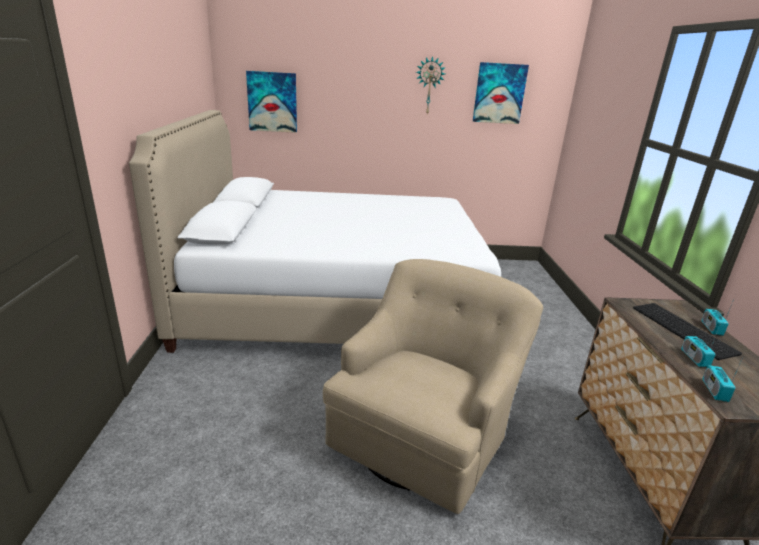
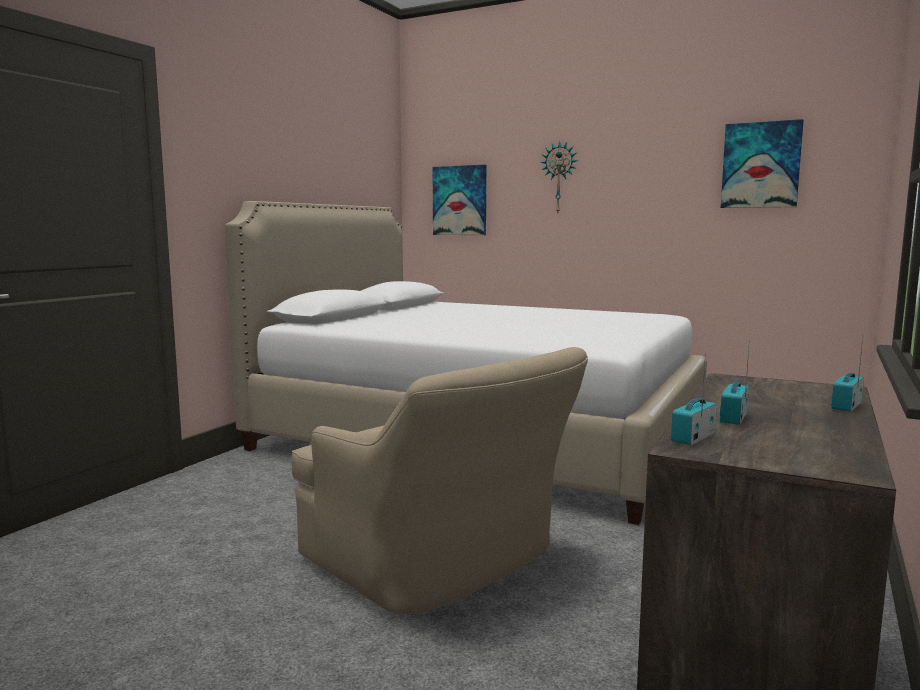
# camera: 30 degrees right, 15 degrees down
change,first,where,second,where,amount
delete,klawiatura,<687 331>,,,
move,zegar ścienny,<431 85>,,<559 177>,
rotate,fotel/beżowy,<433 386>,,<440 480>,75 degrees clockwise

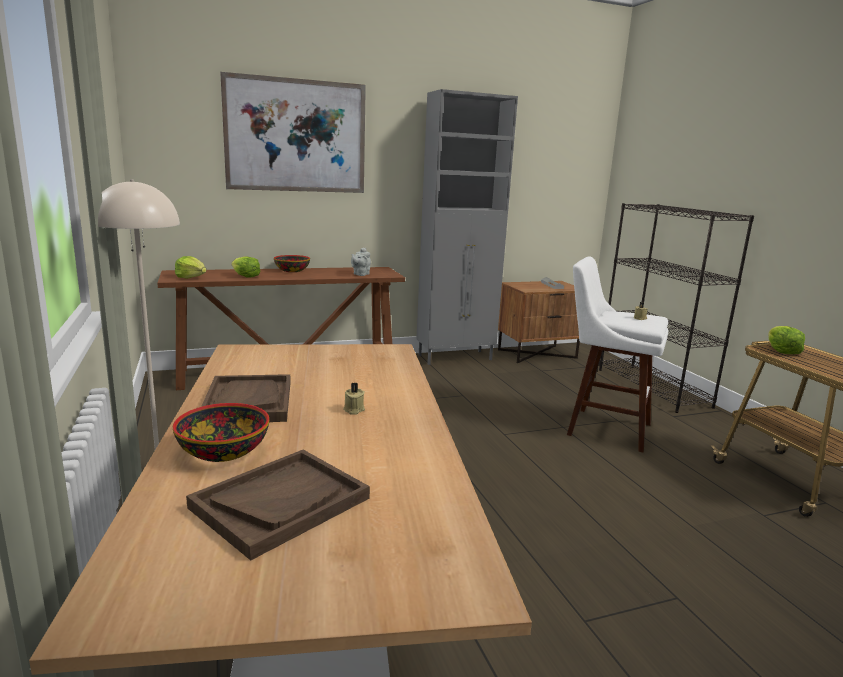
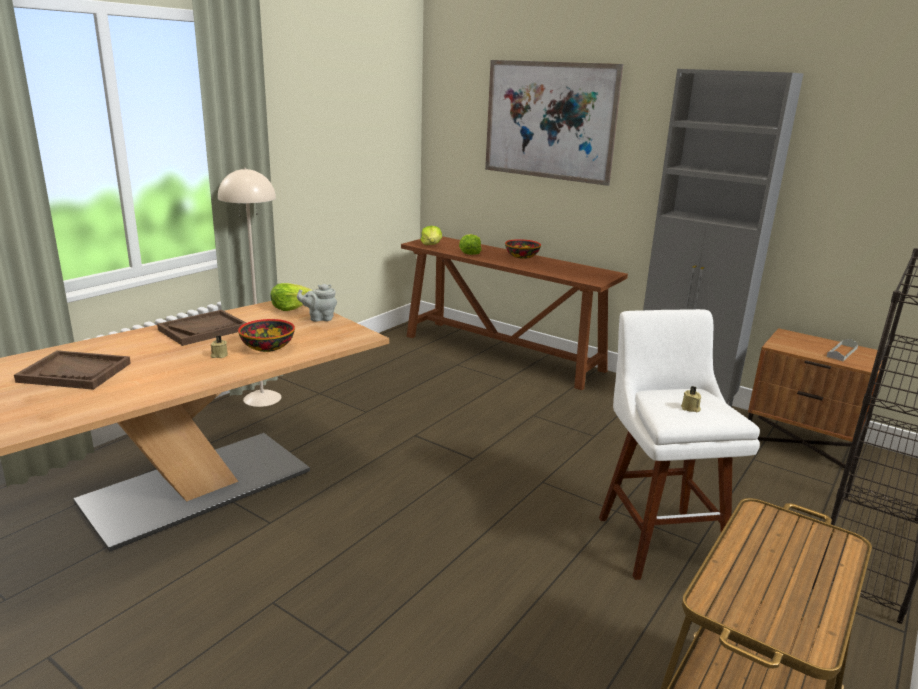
# camera: 55 degrees right, 5 degrees up
change,first,where,second,where,amount
move,miska,<221 432>,,<266 335>,
move,imbryk/szary,<361 262>,,<317 303>,
move,sałata,<786 340>,,<291 297>,

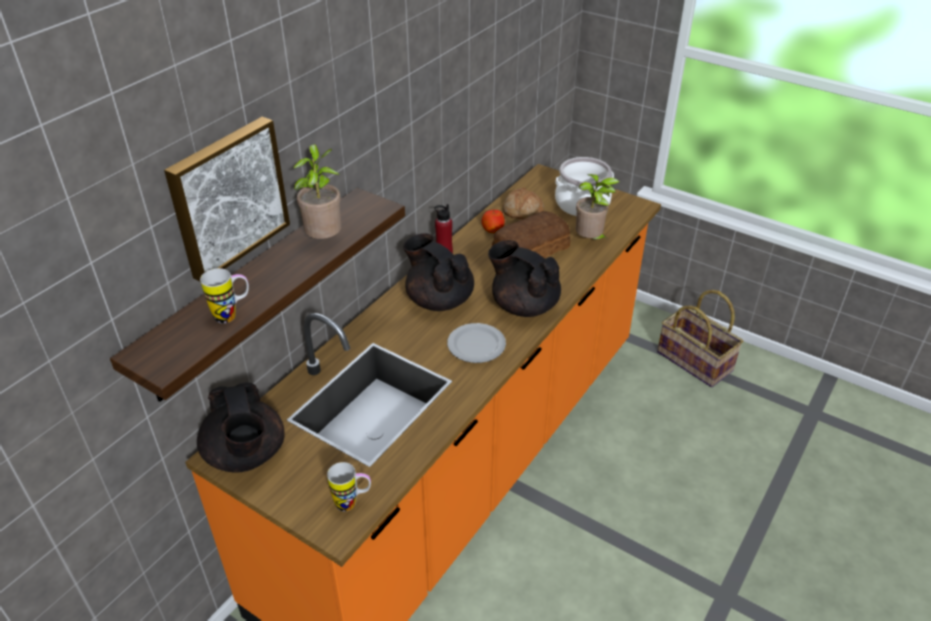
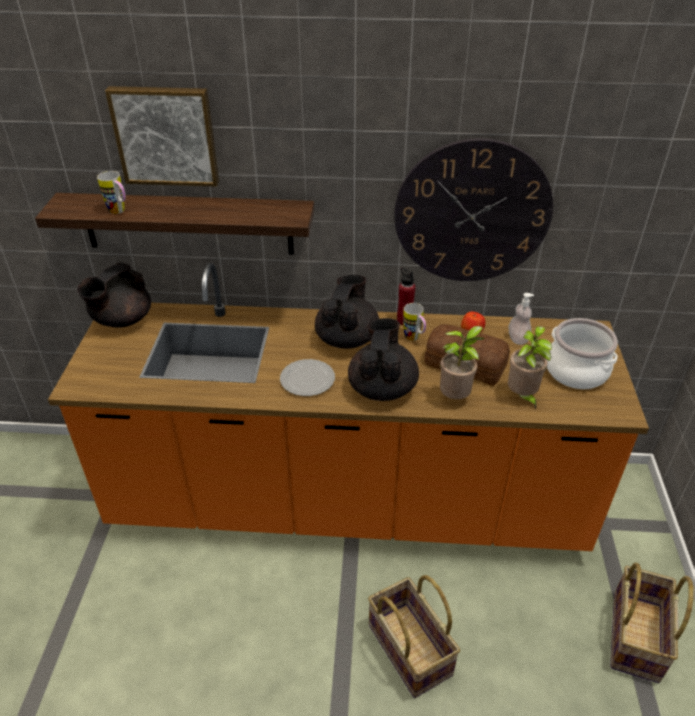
# camera: 60 degrees right, 0 degrees up
change,first,where,second,where,amount
insert,,,koszyk,<414 636>,
insert,,,zegar ścienny,<473 209>,
move,roślina doniczkowa,<316 191>,,<462 362>,
move,kubek,<349 487>,,<414 322>,
replace,chleb,<523 203>,dozownik mydła,<521 319>,

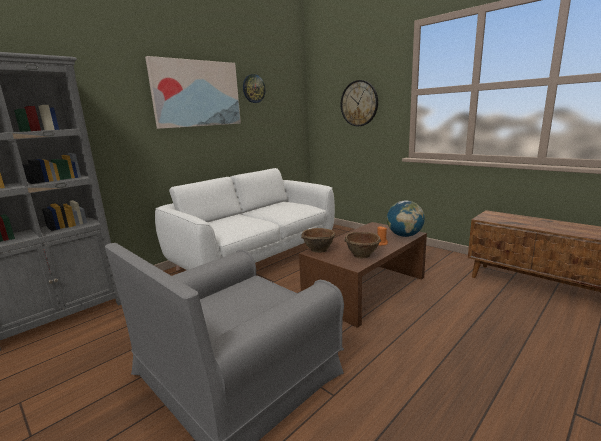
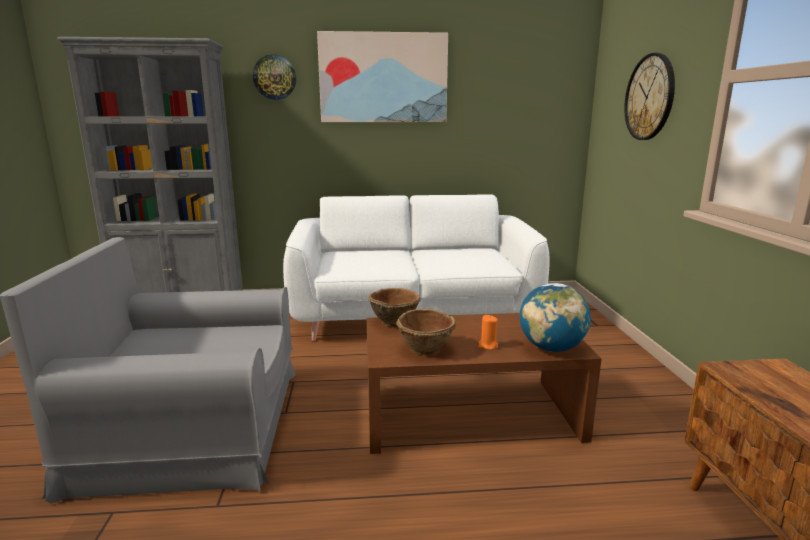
# camera: 40 degrees right, 0 degrees up
change,first,where,second,where,amount
move,zegar ścienny,<254 88>,,<274 77>,

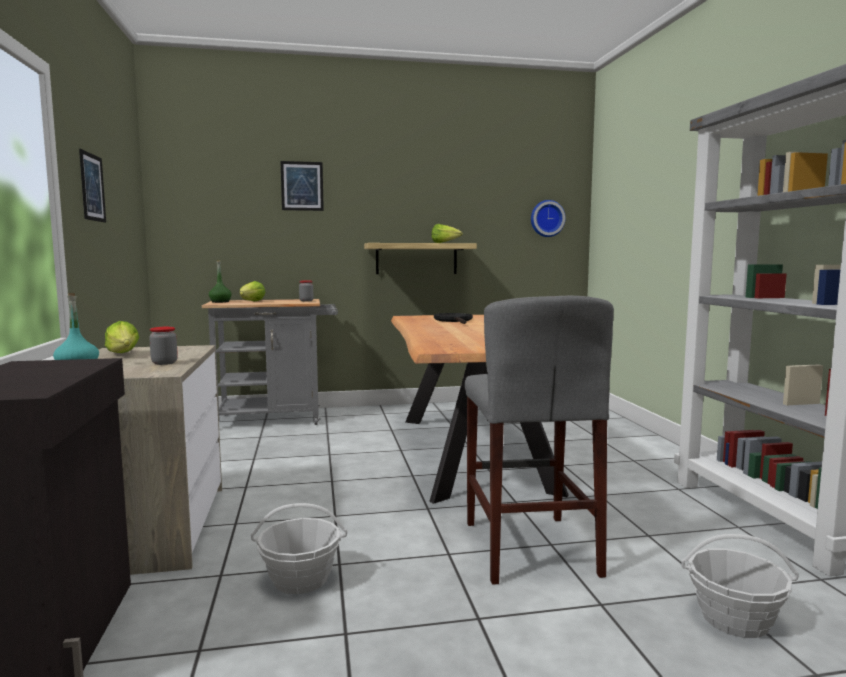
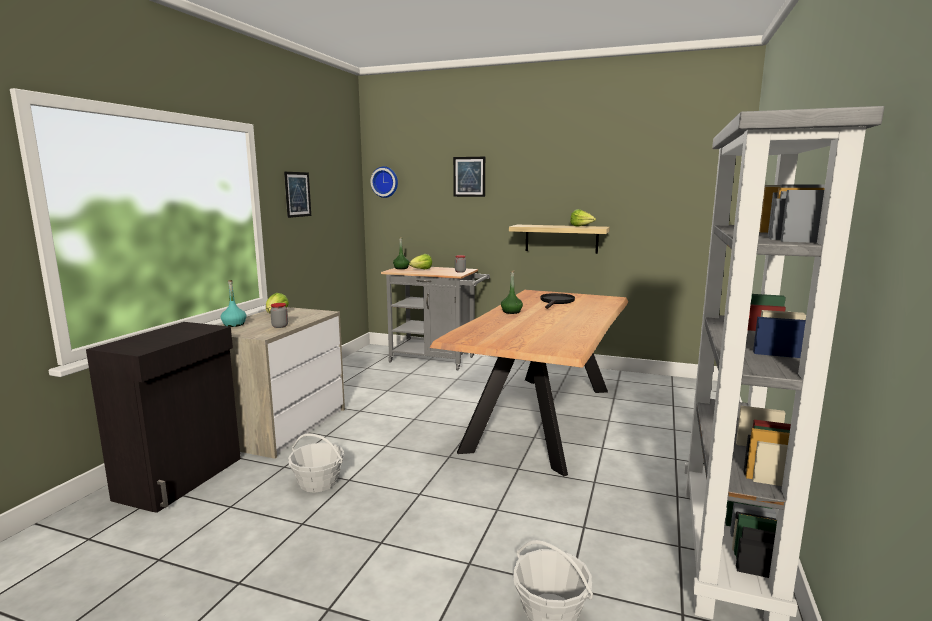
# camera: 30 degrees right, 5 degrees up
change,first,where,second,where,amount
delete,stołek/szary,<539 440>,,,
insert,,,butelka/zielony,<512 292>,
move,zegar ścienny,<548 218>,,<384 182>,

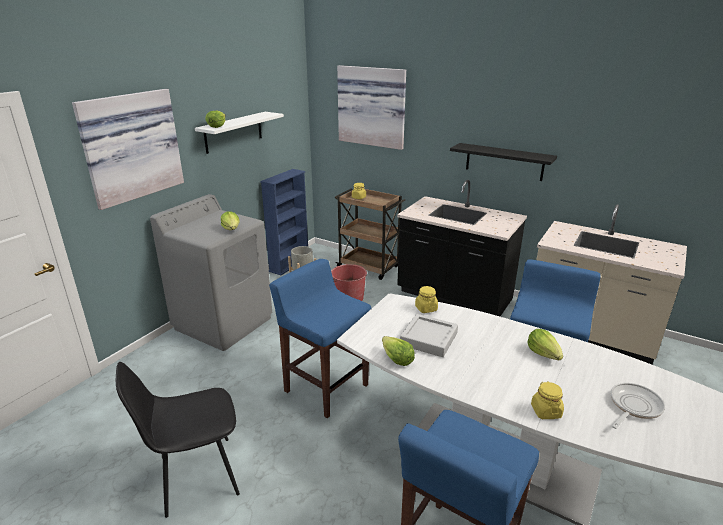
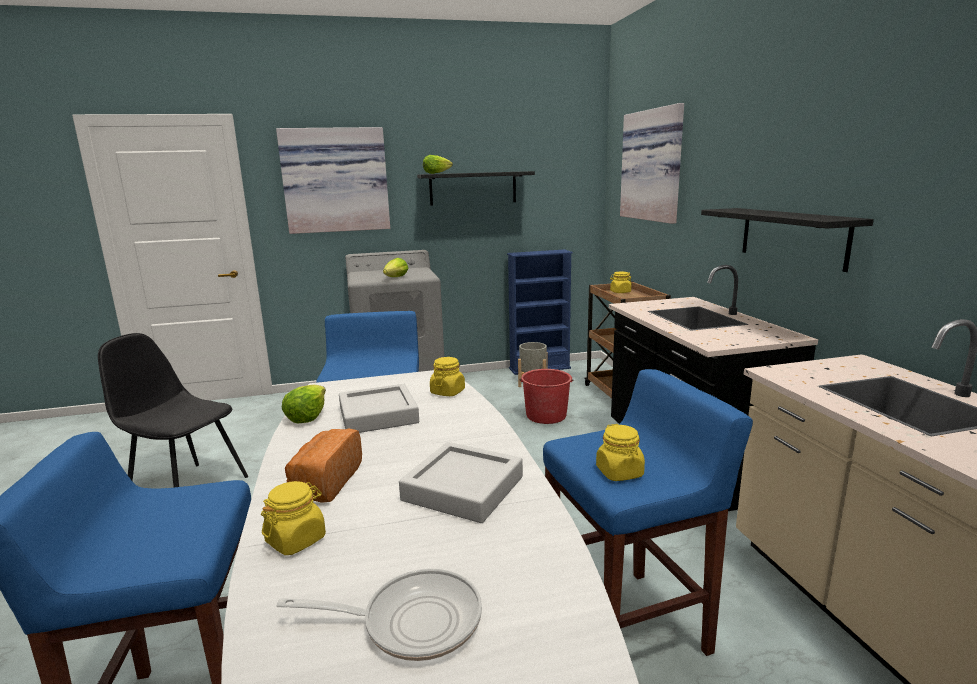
# camera: 45 degrees right, 10 degrees down
change,first,where,second,where,amount
insert,,,chleb,<323 466>,
insert,,,słoik/żółty,<620 452>,
replace,sałata,<545 344>,taca/szary,<461 482>,
recolor,półka/biały,<239 133>,półka/czarny,<476 188>,

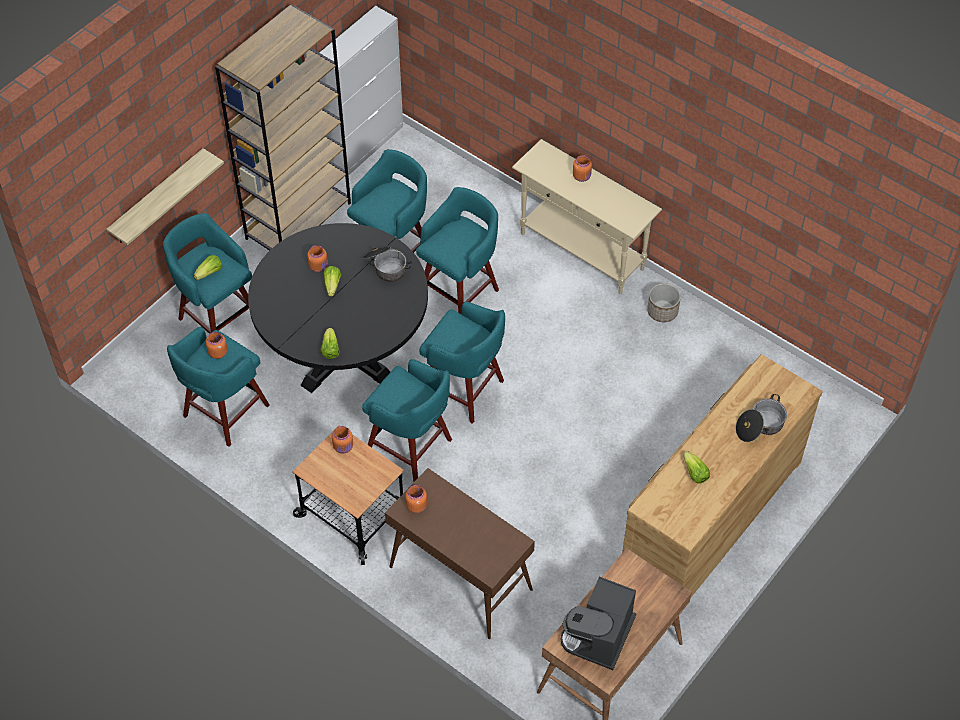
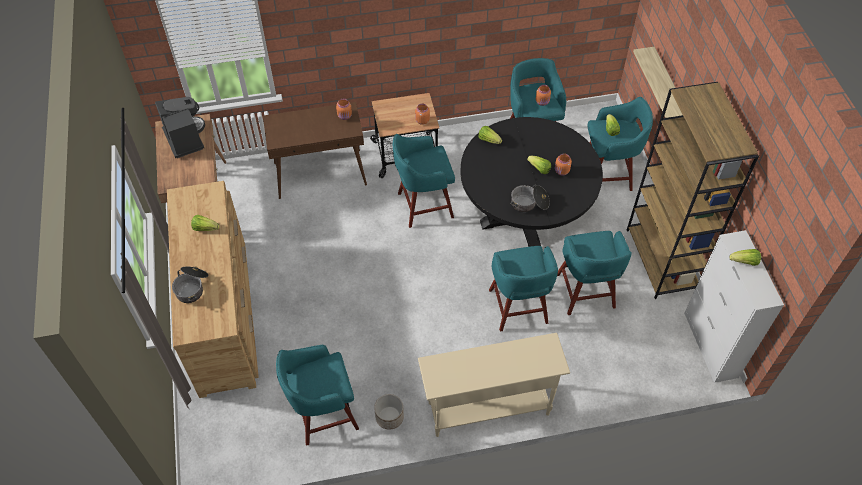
# camera: 130 degrees right, 0 degrees up
change,first,where,second,where,amount
delete,słoik/pomarańczowy,<582 168>,,,
insert,,,sałata,<745 257>,
move,stołek/turkusowy,<462 363>,,<317 395>,

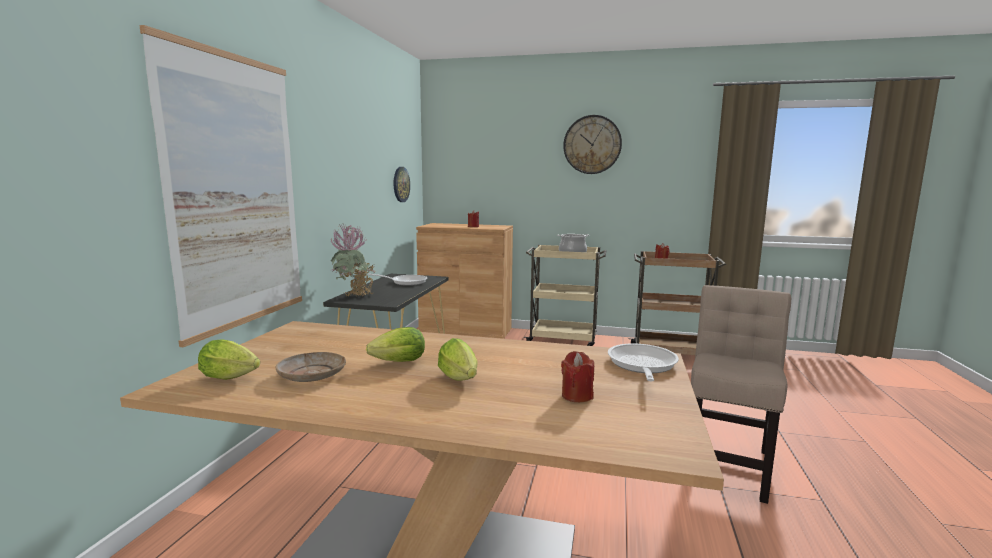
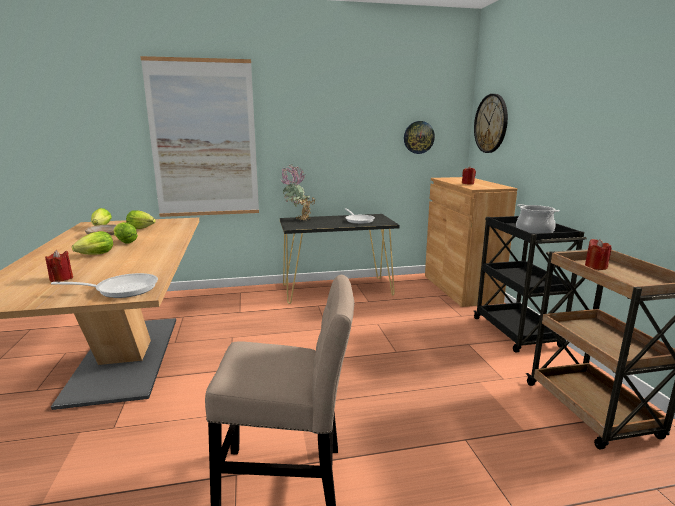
# camera: 65 degrees right, 5 degrees up
change,first,where,second,where,amount
insert,,,sałata,<141 219>,
move,zegar ścienny,<592 144>,,<491 123>,
recolor,wózek/beżowy,<565 295>,wózek/czarny,<530 284>,

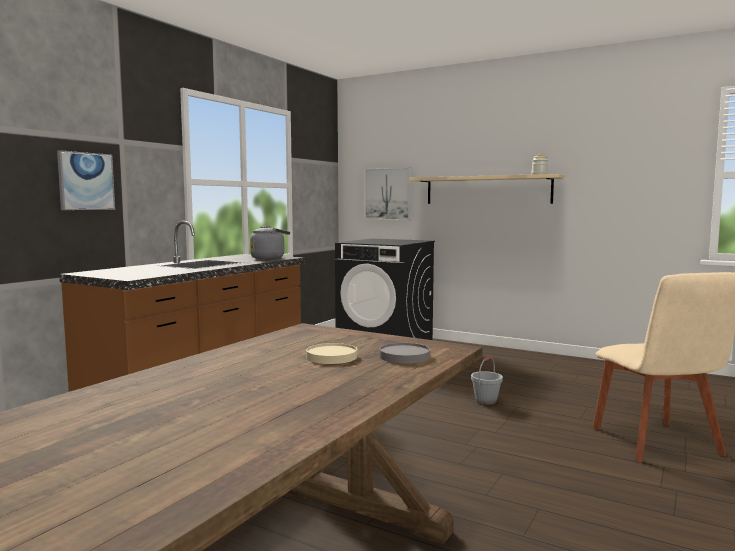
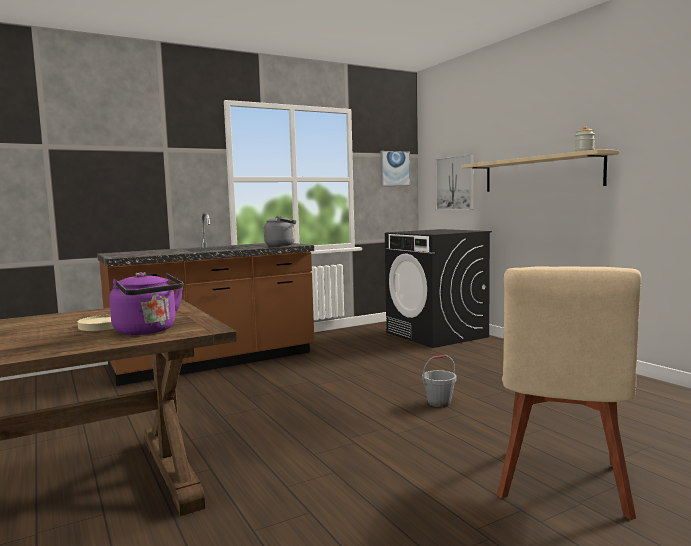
# camera: 30 degrees right, 0 degrees up
change,first,where,second,where,amount
move,obraz,<86 180>,,<395 168>,
replace,talerz/szary,<404 353>,czajnik/fioletowy,<146 303>,

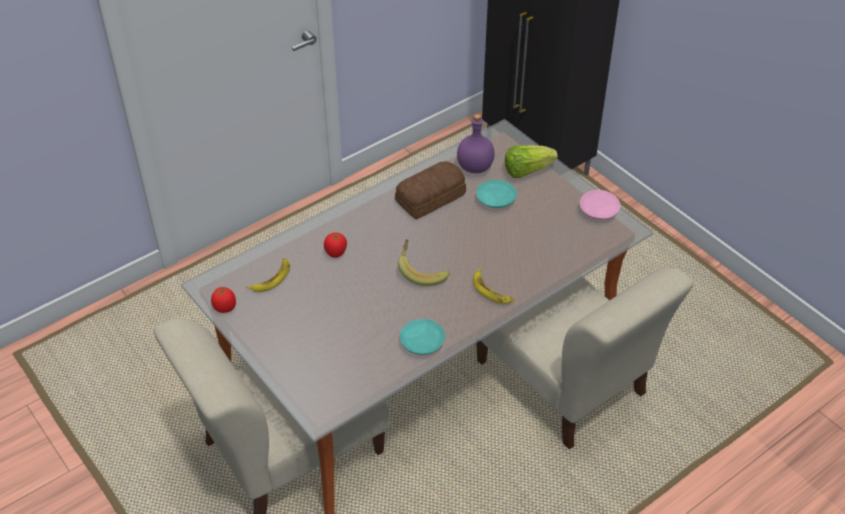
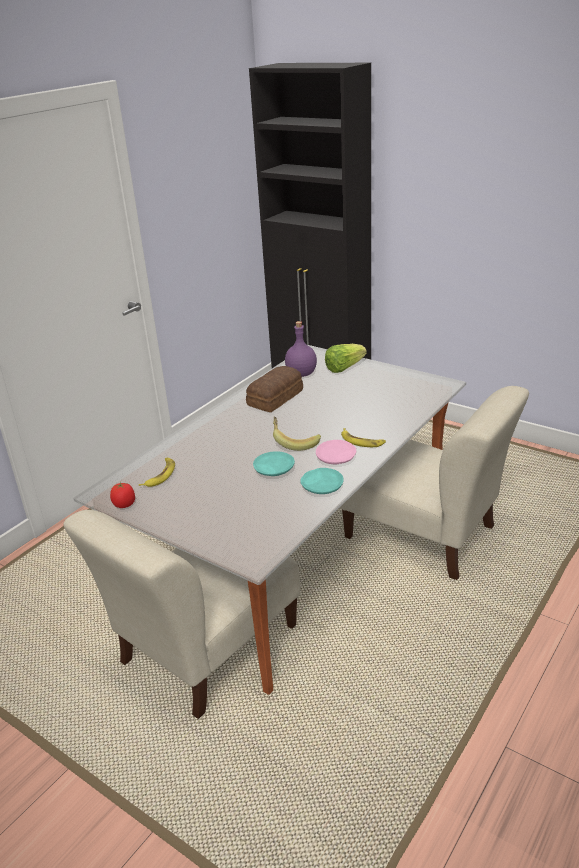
# camera: 15 degrees left, 15 degrees down
change,first,where,second,where,amount
delete,pomidor,<335 245>,,,
move,talerz/turkusowy,<497 194>,,<274 463>,
move,talerz/różowy,<600 204>,,<336 452>,

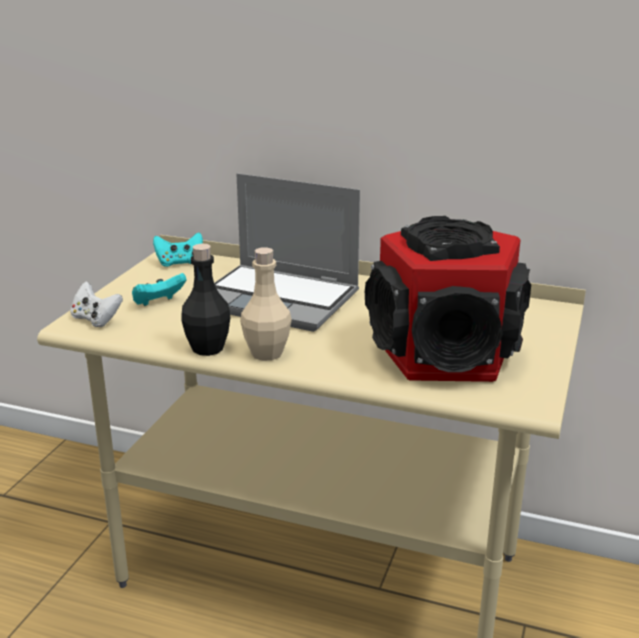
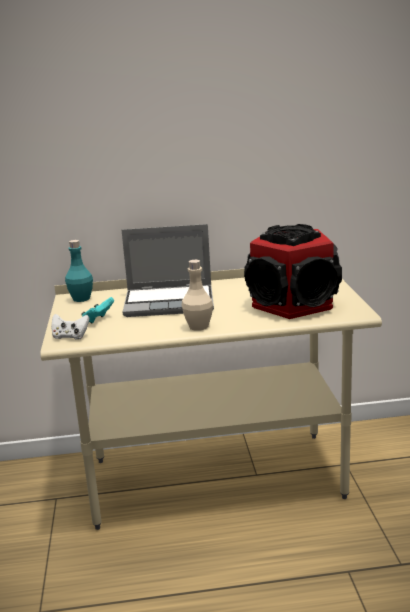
# camera: 25 degrees left, 5 degrees down
change,first,where,second,where,amount
delete,butelka/czarny,<205 299>,,,
replace,pad do gier/turkusowy,<178 250>,butelka/turkusowy,<79 271>,

